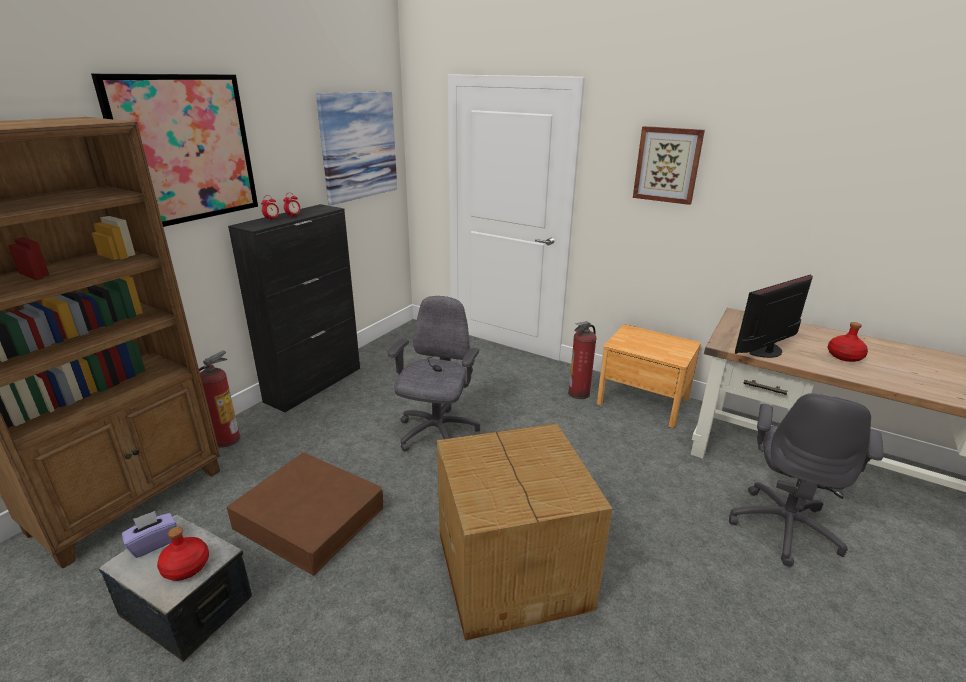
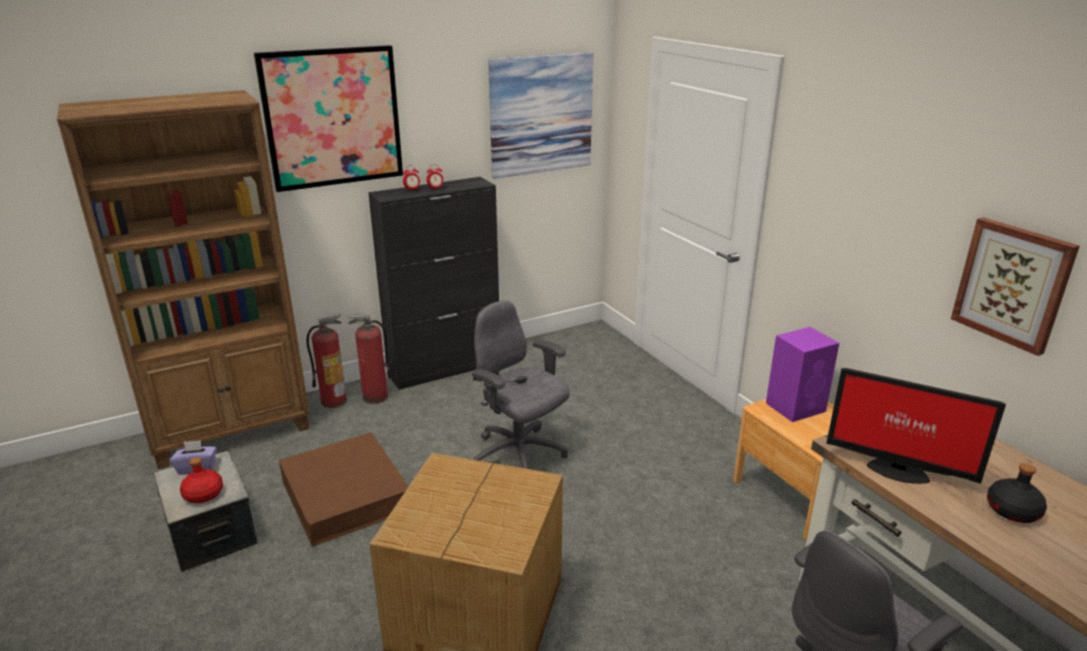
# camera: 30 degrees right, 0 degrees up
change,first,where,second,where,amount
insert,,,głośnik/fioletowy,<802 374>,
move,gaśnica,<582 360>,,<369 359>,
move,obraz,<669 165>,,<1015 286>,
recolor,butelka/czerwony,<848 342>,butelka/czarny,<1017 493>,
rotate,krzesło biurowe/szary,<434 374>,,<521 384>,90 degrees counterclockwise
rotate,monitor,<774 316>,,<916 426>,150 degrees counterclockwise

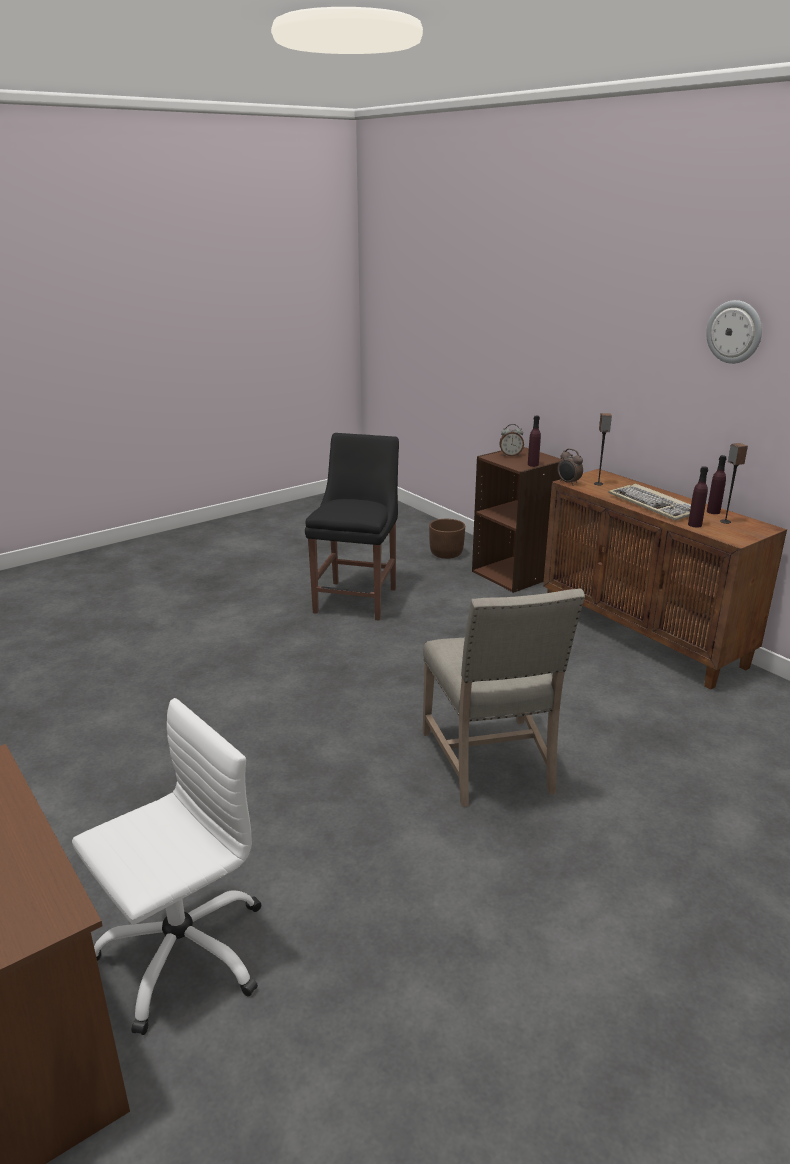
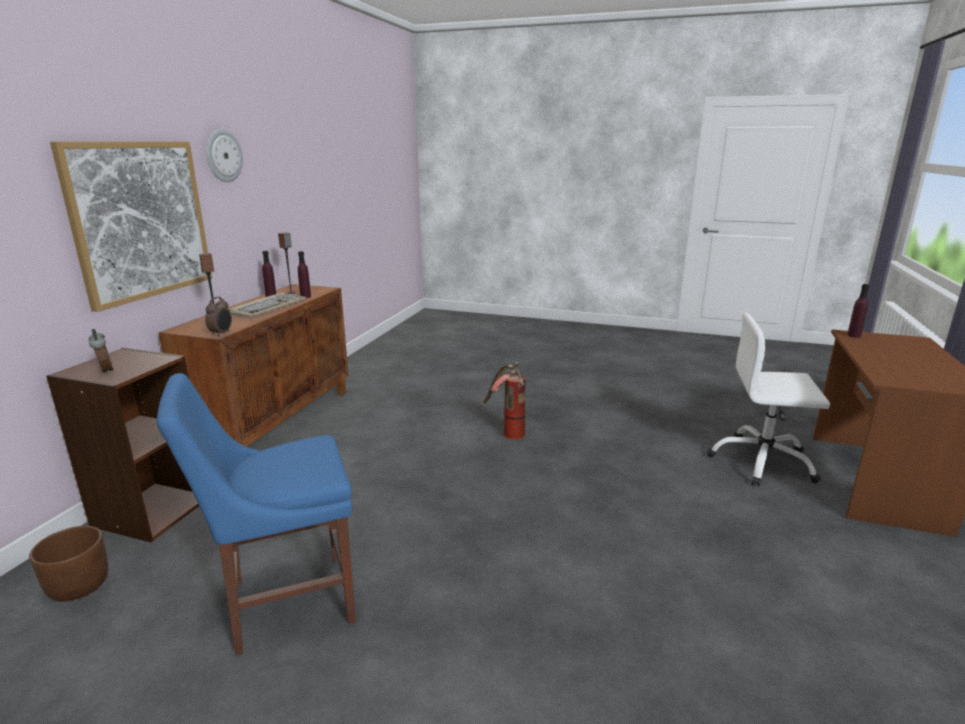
# camera: 125 degrees left, 5 degrees down
change,first,where,second,where,amount
insert,,,obraz,<131 227>,
move,butelka/fioletowy,<534 441>,,<858 311>,
replace,krzesło/beżowy,<504 697>,gaśnica,<503 401>,
recolor,krzesło/czarny,<352 527>,krzesło/niebieski,<256 514>,

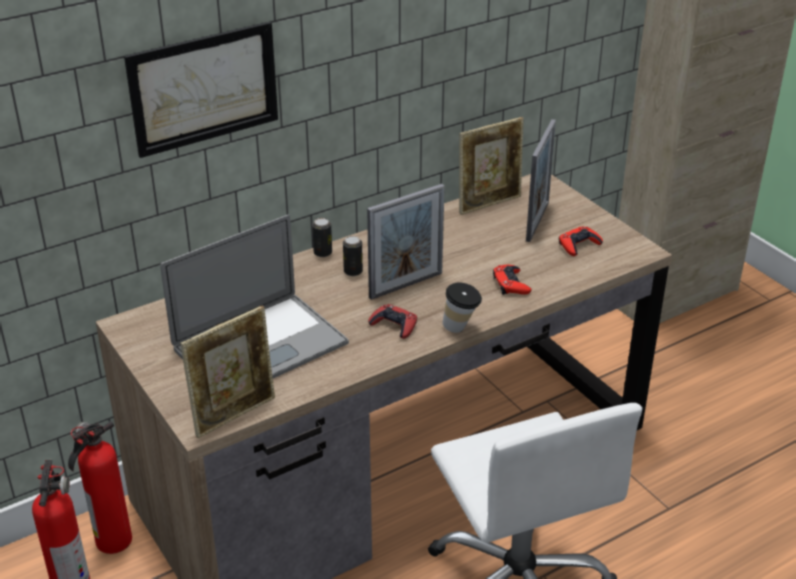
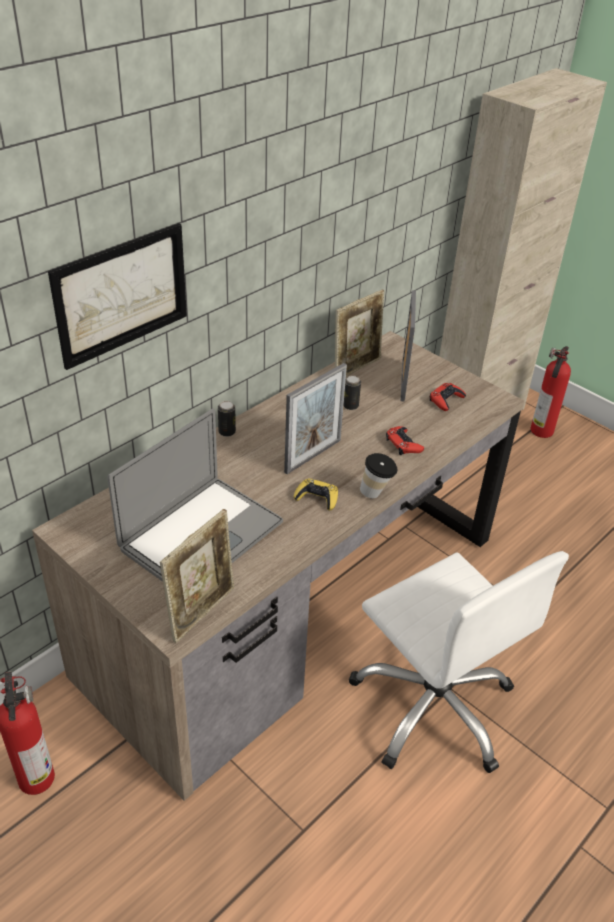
# camera: 15 degrees left, 5 degrees up
change,first,where,second,where,amount
move,gaśnica,<100 487>,,<551 392>,
move,puszka,<353 256>,,<352 393>,
recolor,pad do gier/czerwony,<392 321>,pad do gier/żółty,<316 494>,

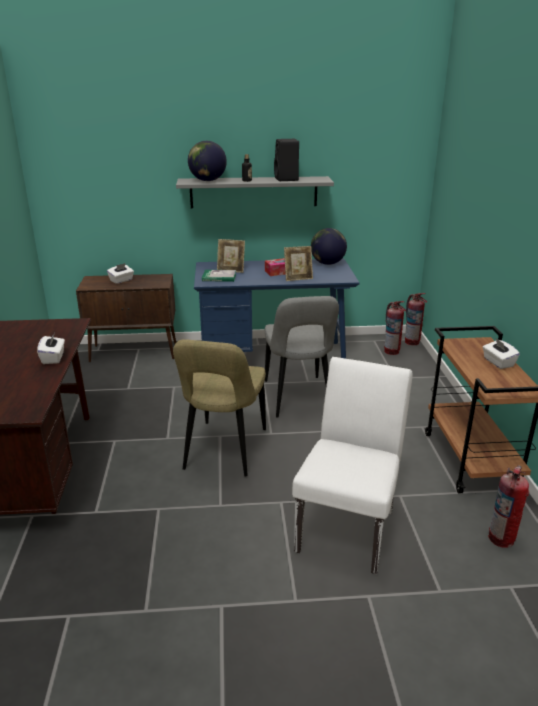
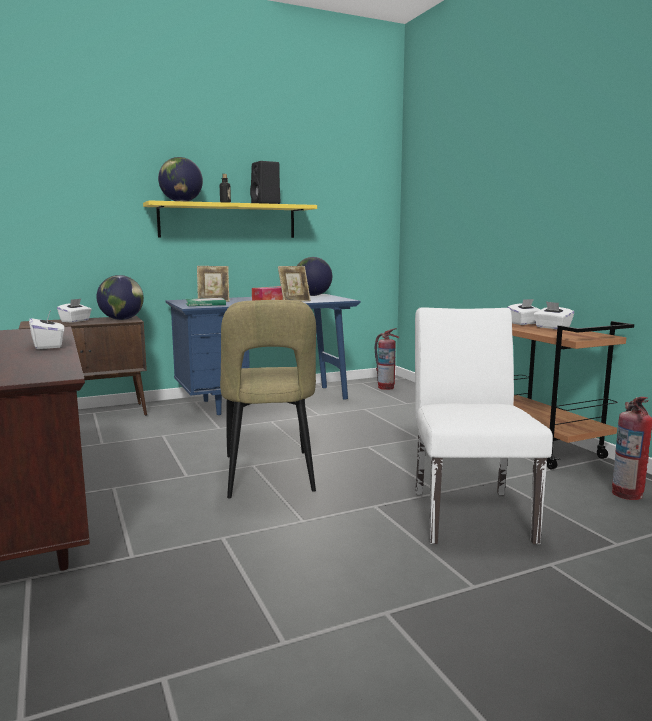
# camera: 20 degrees left, 15 degrees down
change,first,where,second,where,amount
delete,krzesło/szary,<302 357>,,,
delete,gaśnica,<416 319>,,,
insert,,,globus,<120 297>,
insert,,,pudełko chusteczek/biały,<524 312>,
recolor,półka/szary,<255 192>,półka/żółty,<230 219>,

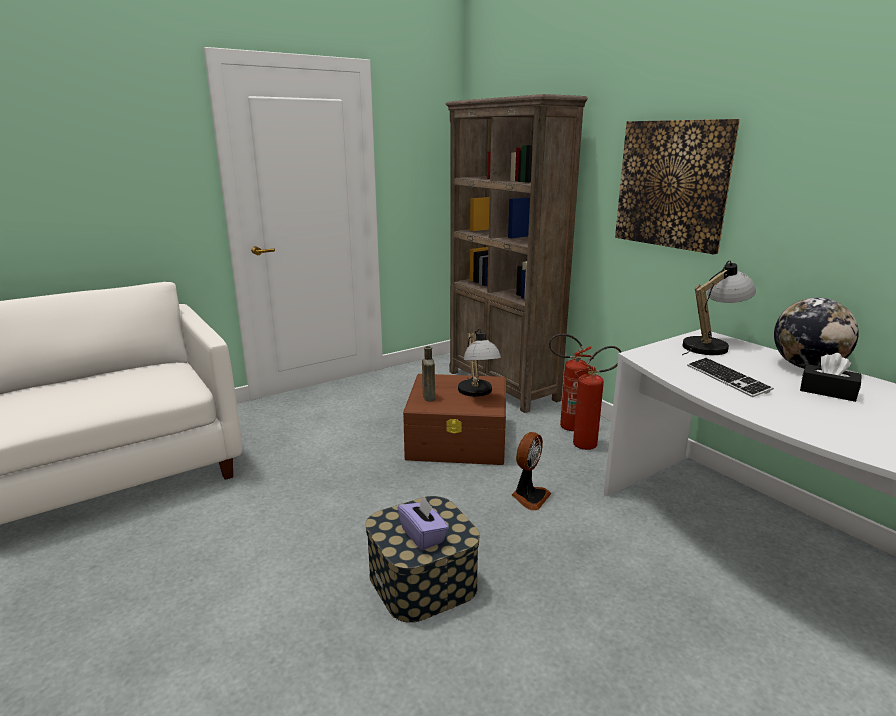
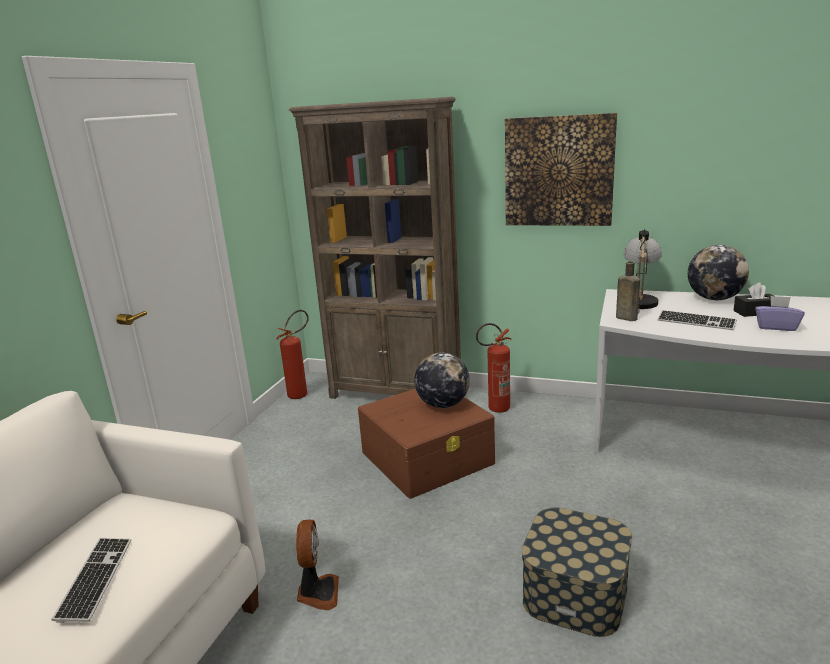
# camera: 35 degrees left, 0 degrees up
change,first,where,second,where,amount
insert,,,klawiatura,<91 580>,
move,pudełko chusteczek/fioletowy,<423 523>,,<779 313>,
move,butelka/brązowy,<428 374>,,<628 291>,
move,wentylator,<531 471>,,<317 564>,
move,gaśnica,<597 398>,,<292 354>,
replace,lampa stołowa,<479 362>,globus,<442 380>,

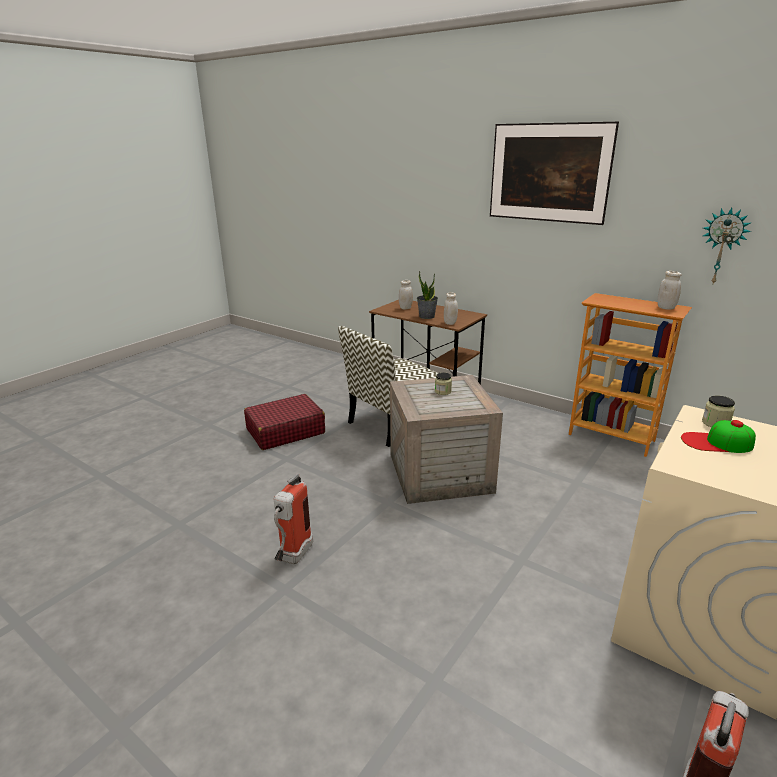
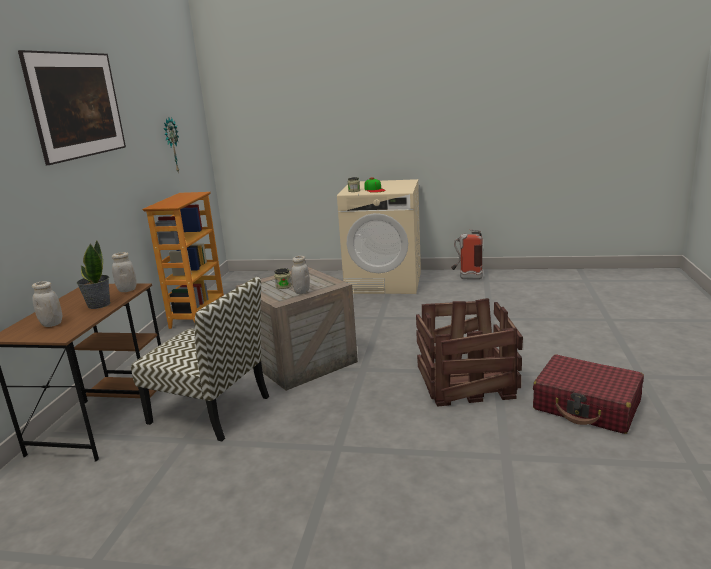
# camera: 115 degrees left, 5 degrees down
change,first,where,second,where,amount
move,walizka/czerwony,<284 422>,,<588 394>,
move,słoik/biały,<669 290>,,<300 275>,
replace,gaśnica,<293 518>,skrzynka,<469 352>,

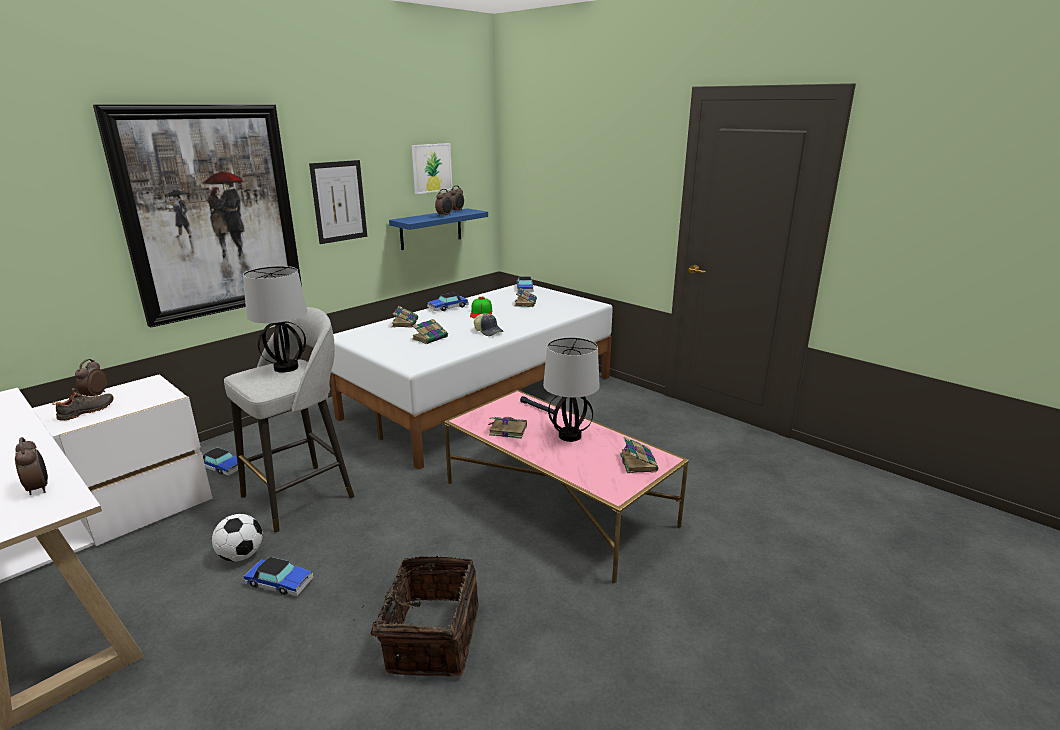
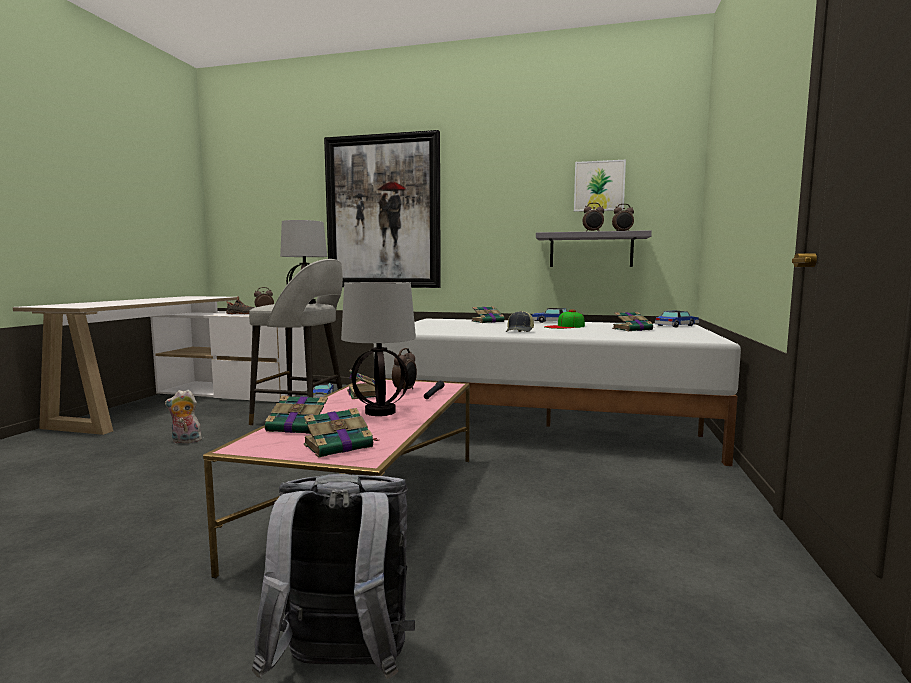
# camera: 60 degrees right, 15 degrees down
change,first,where,second,where,amount
delete,piłka futbolowa,<237 538>,,,
delete,obraz,<338 202>,,,
delete,koszyk,<416 616>,,,
insert,,,plecak/szary,<333 576>,
move,budzik,<31 466>,,<404 370>,
move,książka,<430 331>,,<296 414>,
replace,samochodzik,<279 576>,pluszak,<183 416>,
recolor,półka/niebieski,<438 229>,półka/szary,<594 248>,

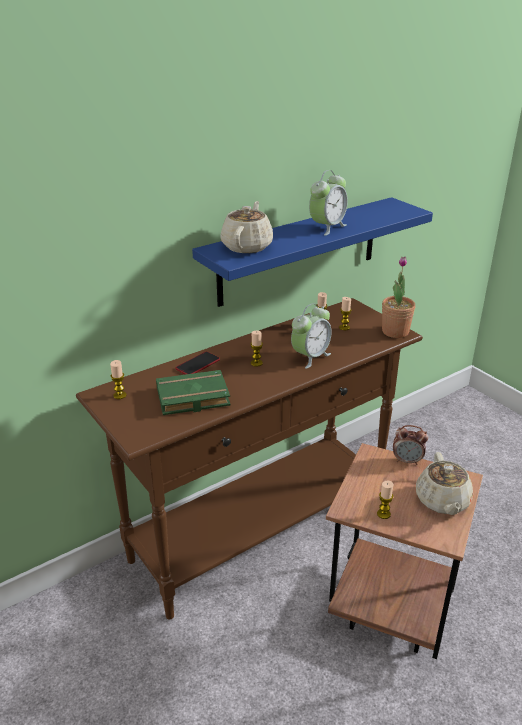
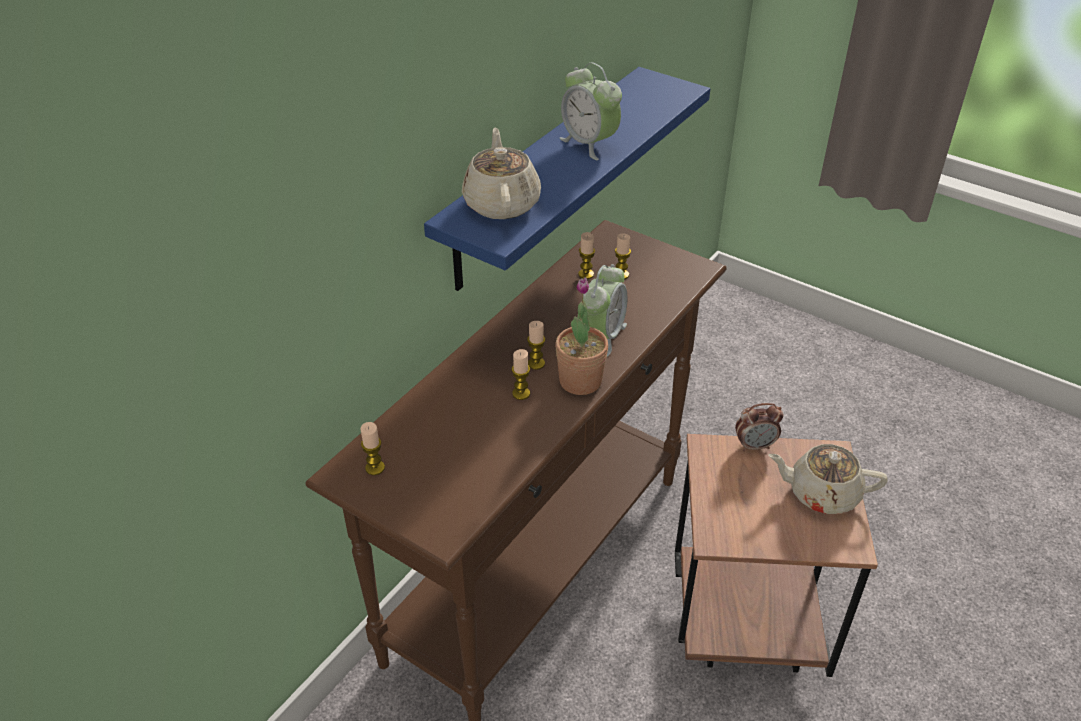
# camera: 20 degrees left, 10 degrees up
change,first,where,second,where,amount
delete,książka/zielony,<193 392>,,,
delete,telefon,<198 363>,,,
move,świeca,<385 499>,,<521 374>,
move,roślina doniczkowa,<398 297>,,<581 336>,
rotate,budzik,<328 203>,,<590 111>,120 degrees clockwise
rotate,imbryk/beżowy,<444 483>,,<828 479>,120 degrees clockwise

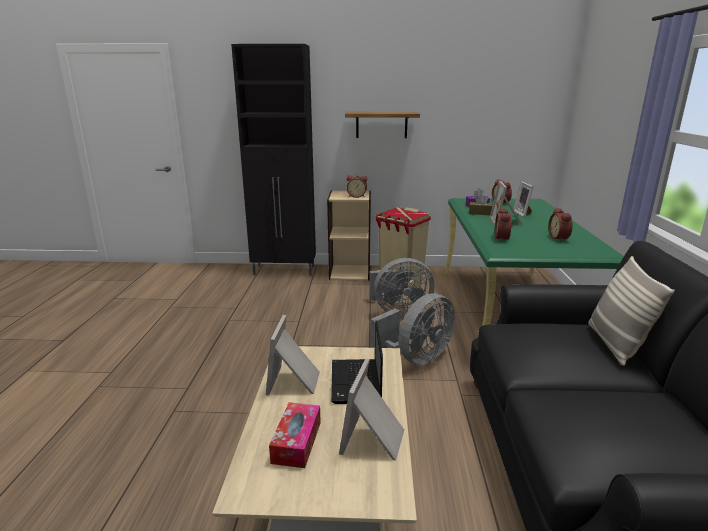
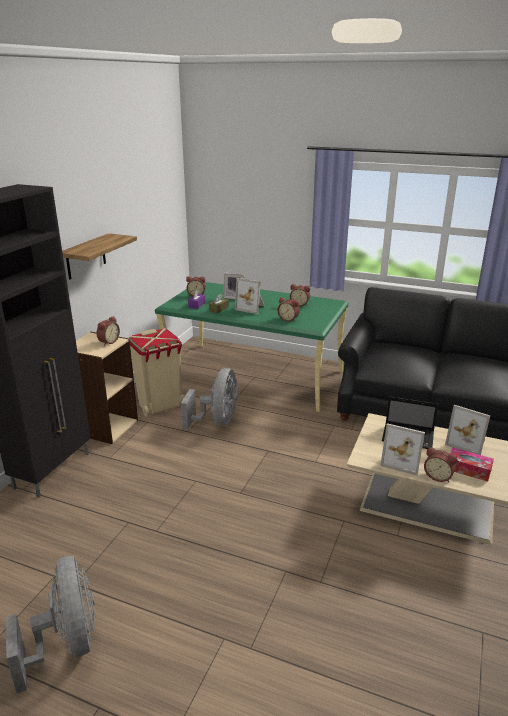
# camera: 70 degrees left, 5 degrees up
change,first,where,second,where,amount
delete,poduszka,<631 311>,,,
insert,,,budzik,<440 464>,
move,wentylator/szary,<412 329>,,<50 624>,

